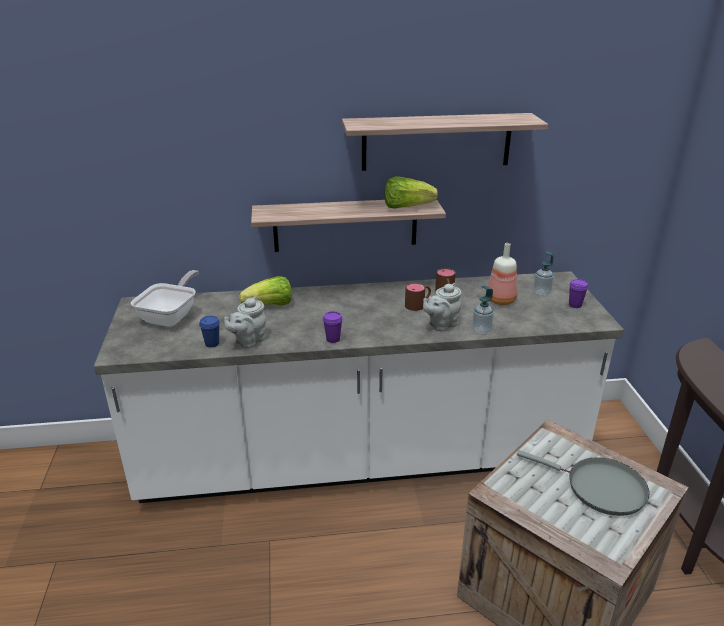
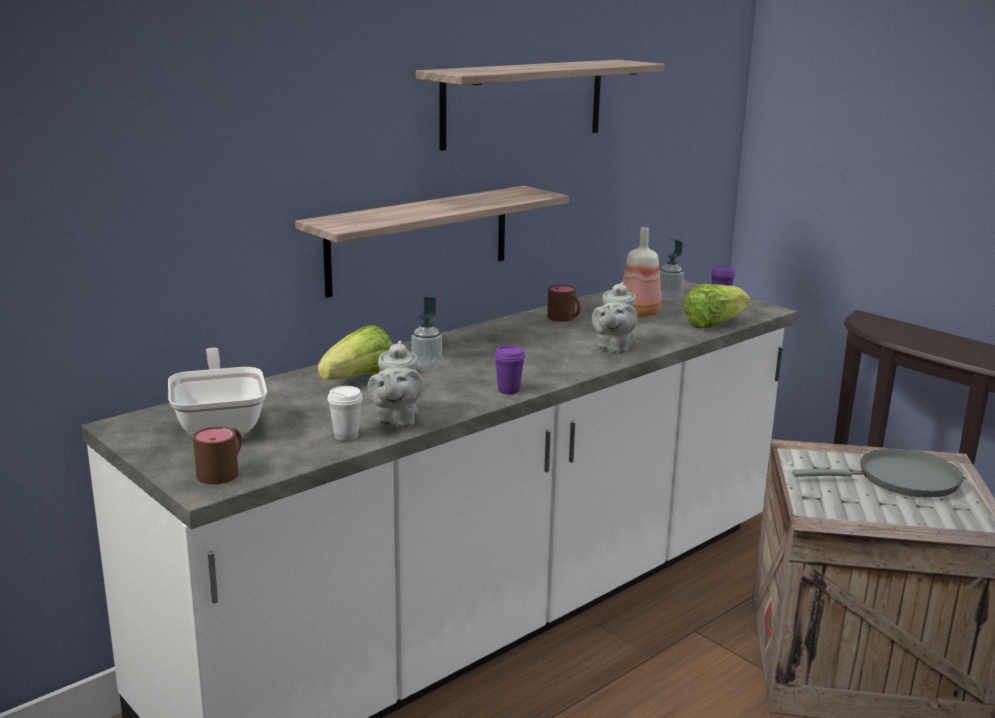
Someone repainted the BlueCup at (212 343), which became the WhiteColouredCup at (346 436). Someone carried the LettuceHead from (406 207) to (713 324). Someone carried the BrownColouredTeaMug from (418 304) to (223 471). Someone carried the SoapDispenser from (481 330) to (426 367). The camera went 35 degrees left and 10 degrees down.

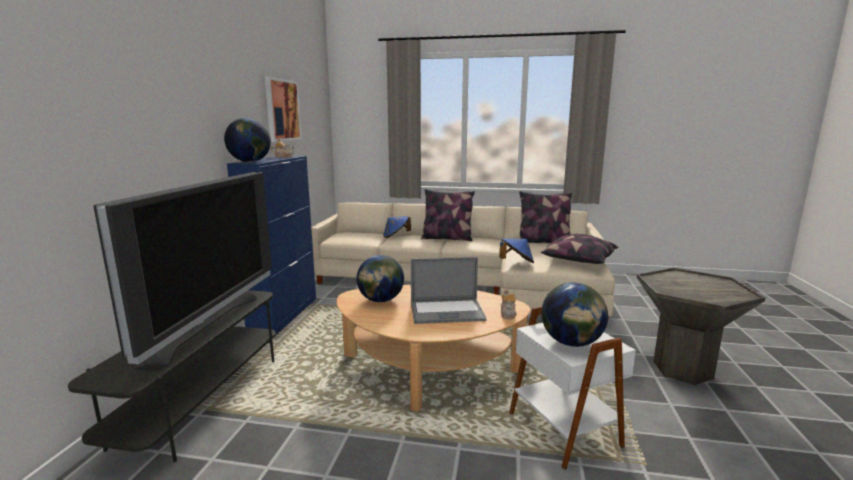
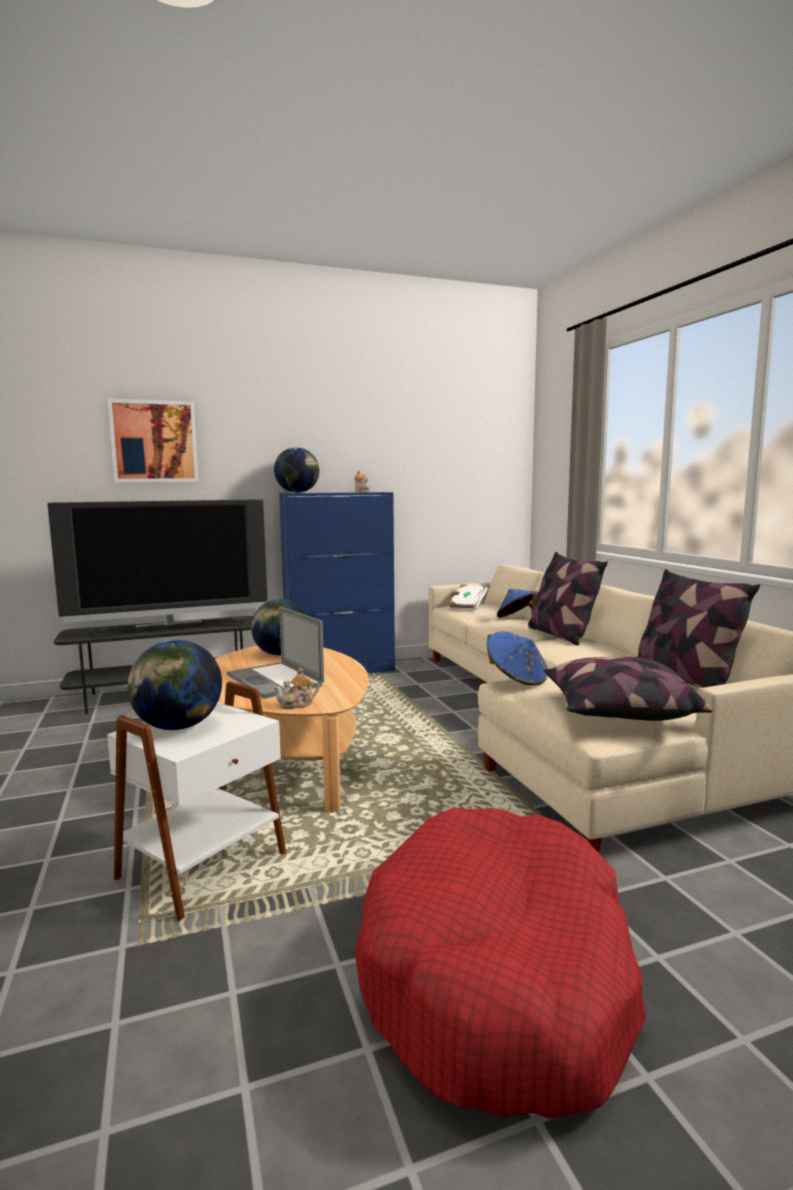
Someone carried the WallPicture from (282 110) to (154 441). Someone swapped the GreyishAccentTable at (682 370) for the RedPetBed at (499 976). Someone put down the WhiteColouredBoundBook at (467 606). The camera went 60 degrees right and 5 degrees down.

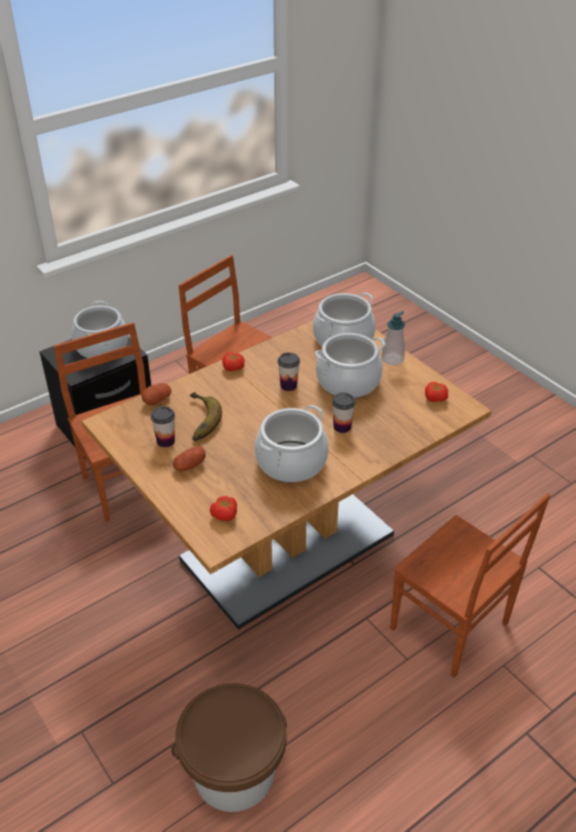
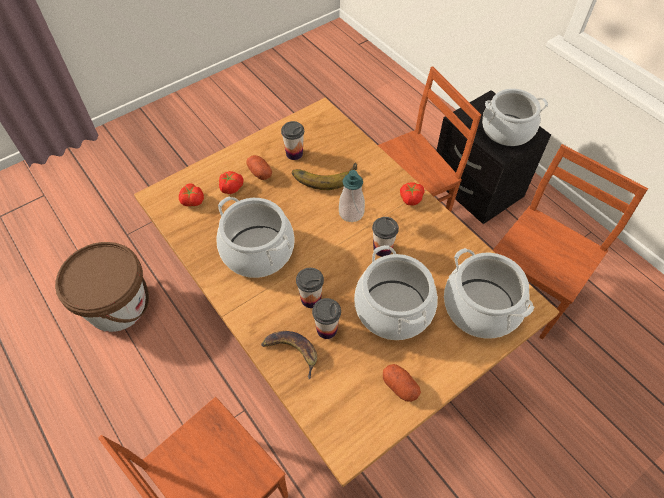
Someone carried the Spud from (157 400) to (400 386). Someone carried the SoapDispenser from (392 359) to (351 213). Someone carried the FreshTomato from (434 398) to (231 187). Someone put down the BananaFruit at (292 352). Someone put down the Cup at (327 329). The camera went 90 degrees right and 15 degrees up.

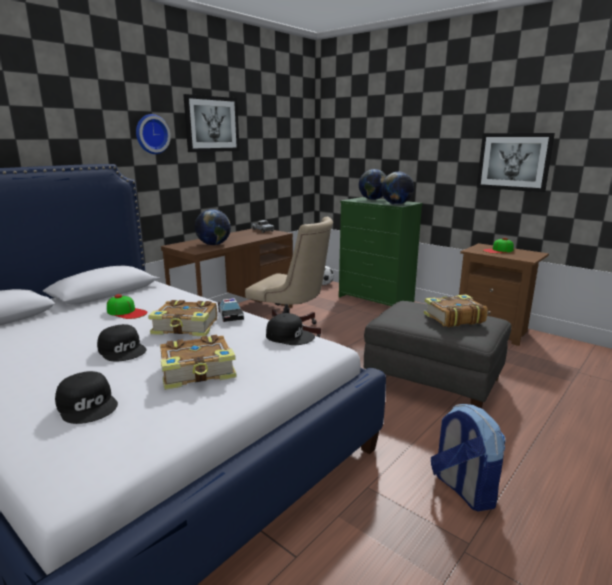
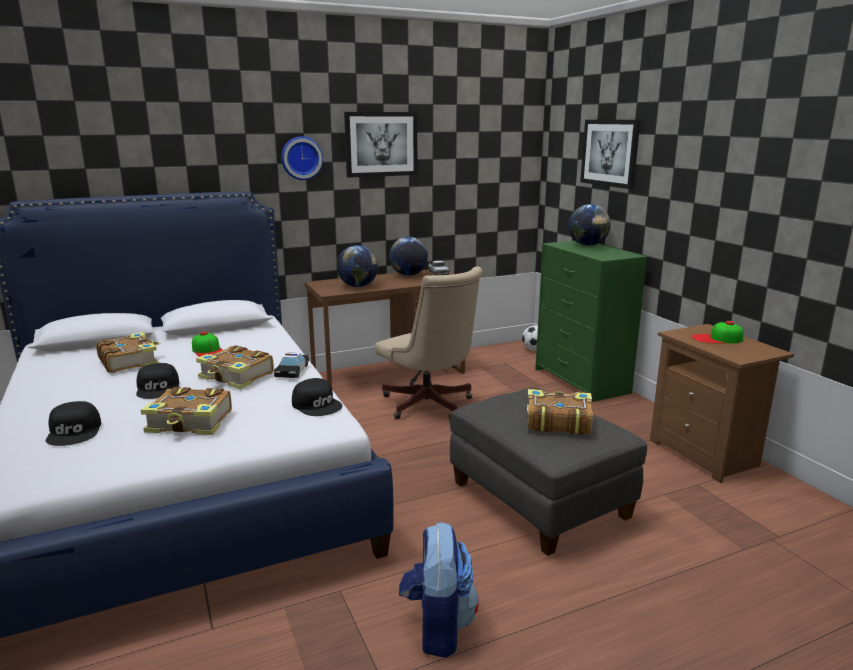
Someone carried the Globe from (396 204) to (408 275). Someone carried the WallPicture from (513 161) to (610 153). Someone put down the BoundBook at (129 361). The camera went 25 degrees right and 0 degrees up.

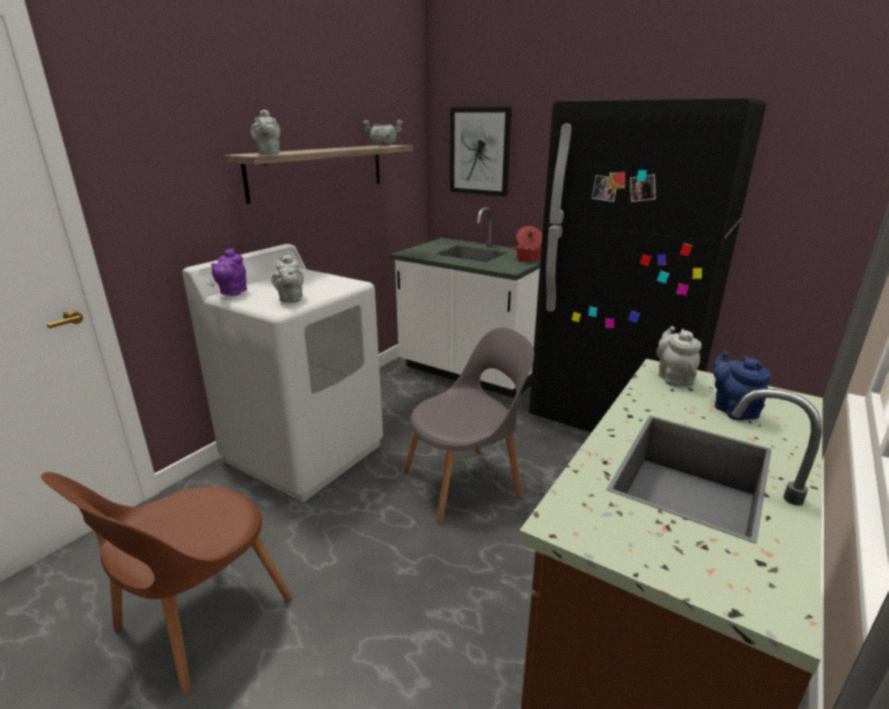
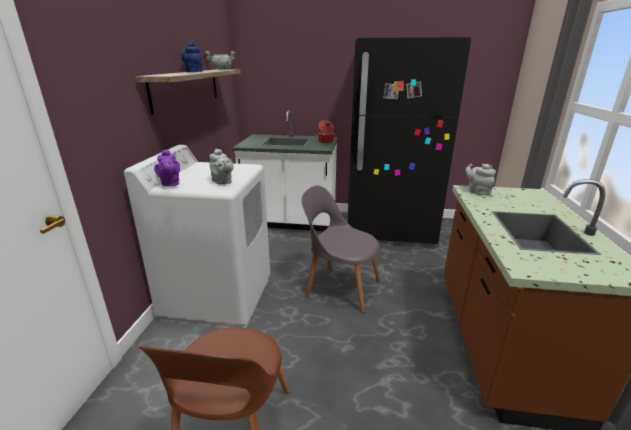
Someone took away the GreyishPotForTea at (268 153). Someone rotated the GreyishChair at (466 482) by 105 degrees counterclockwise. Someone took away the WallPicture at (480 151). Someone carried the BluePotForTea from (732 409) to (193 72). The camera went 25 degrees left and 0 degrees up.

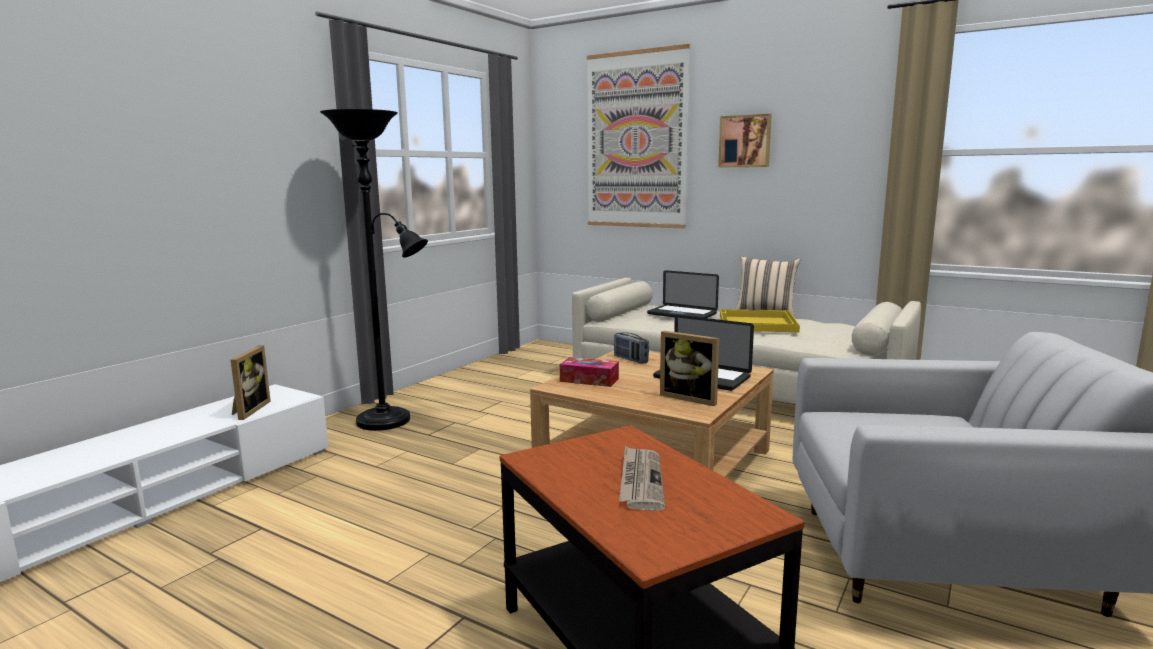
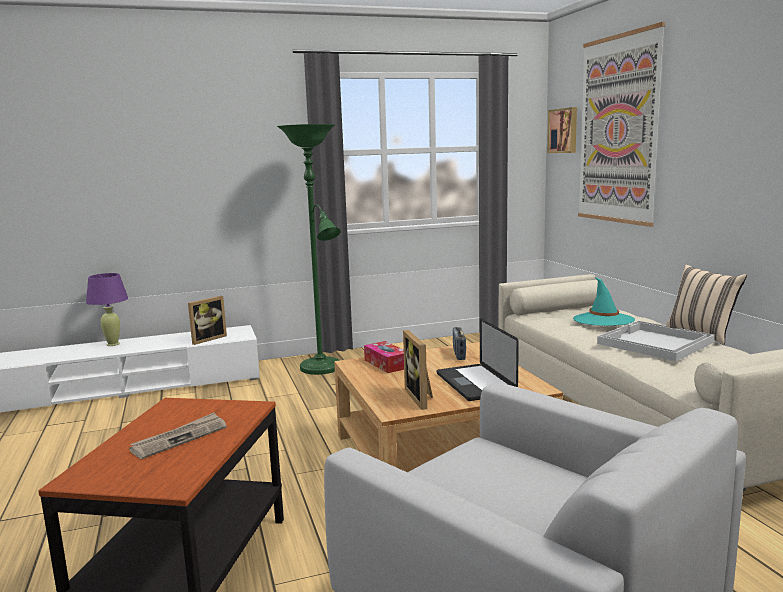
Someone repainted the BlackStandardLamp at (389 421), which became the GreenishStandardLamp at (323 369). Someone swapped the NotebookComputer at (682 314) for the BlueGreenClothingHat at (603 320). Someone carried the WallPicture from (745 141) to (563 130). Someone repainted the YellowTray at (756 323), which became the WhiteColouredTray at (653 343). Someone put down the PurpleTabletopLamp at (113 344). The camera went 40 degrees right and 0 degrees up.

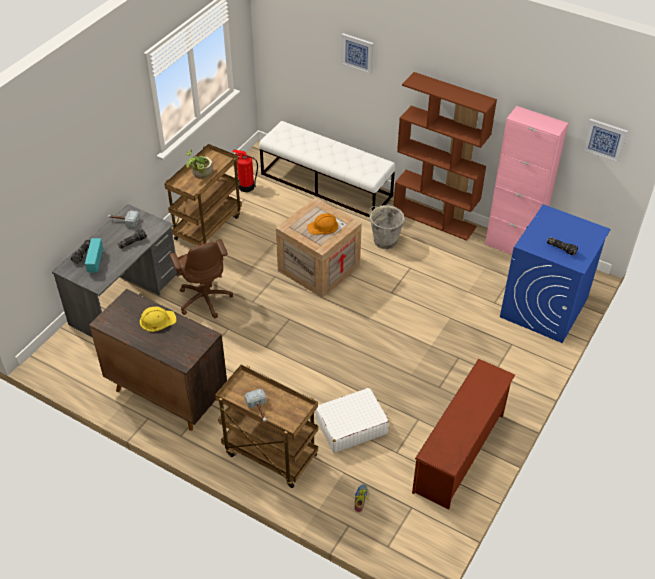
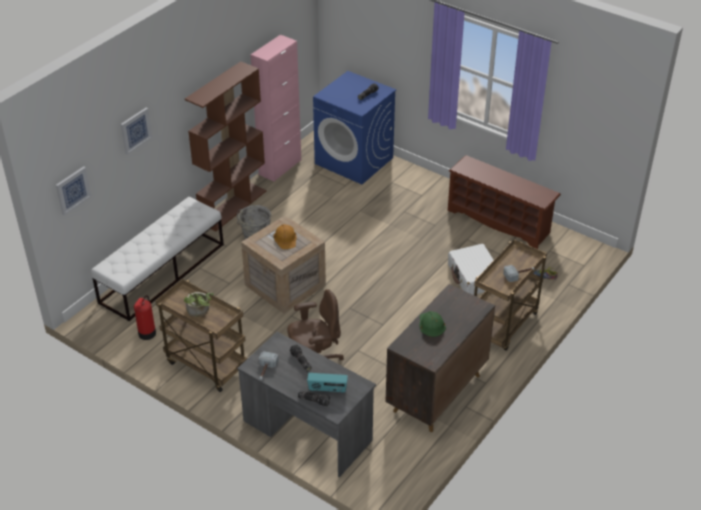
Someone repainted the YellowWorkHelmet at (157 320), which became the GreenishWorkHelmet at (431 324). Someone carried the WallPicture from (604 140) to (72 190). The camera went 85 degrees left and 5 degrees down.

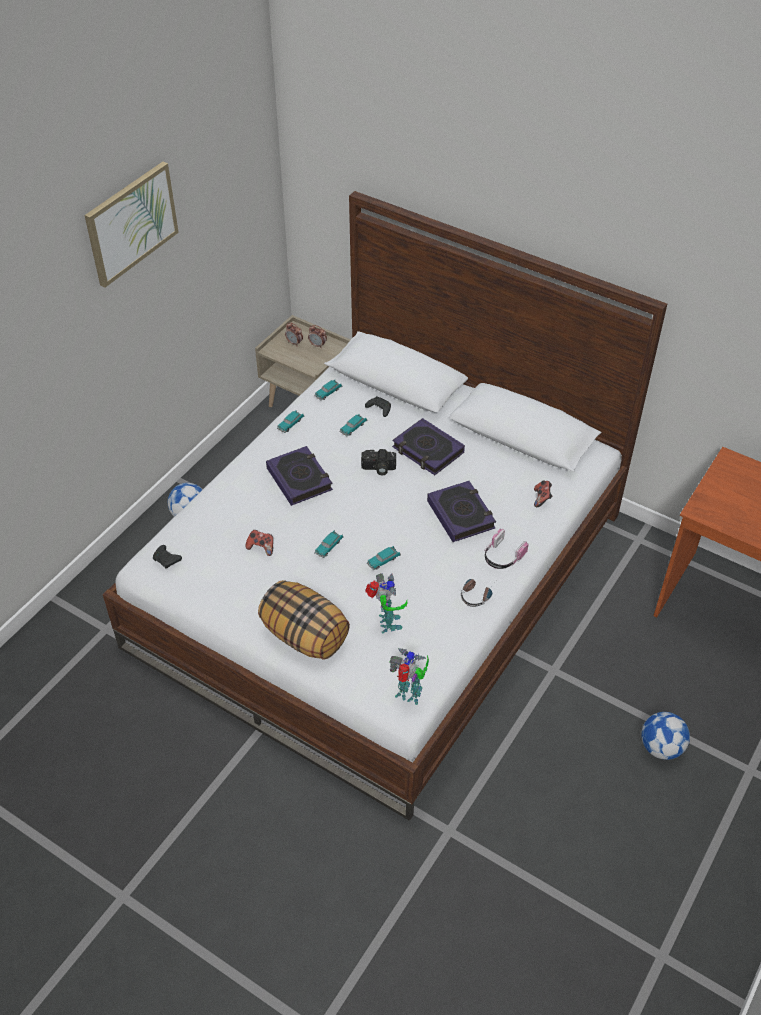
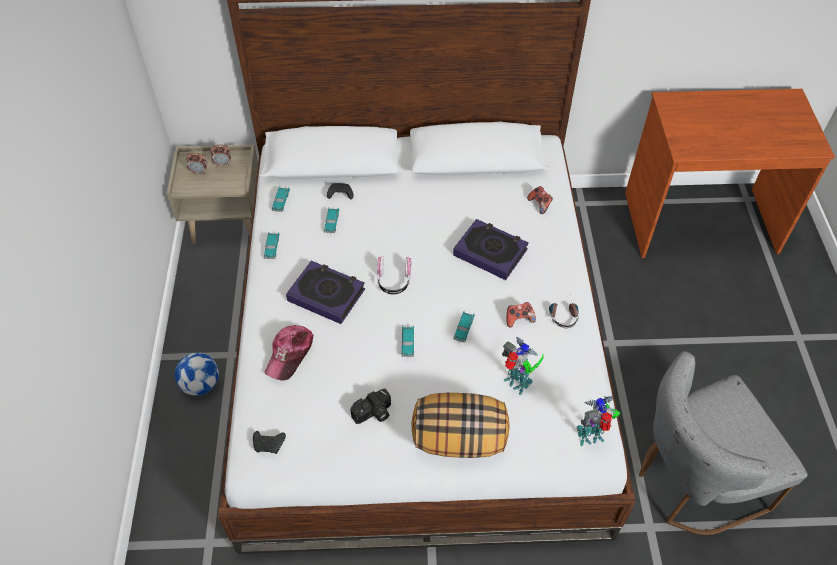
Someone took away the WallPicture at (131 223). Someone carried the Joypad from (261 547) to (519 319). Someone carried the StillCamera from (378 469) to (373 414). Someone took away the BoundBook at (427 450). Someone carried the PairOfHeadphones from (502 557) to (394 281). Someone took away the Football at (661 747). Someone put down the PeakedCap at (290 354). Someone put down the GreyishChair at (691 483). The camera went 35 degrees left and 5 degrees up.

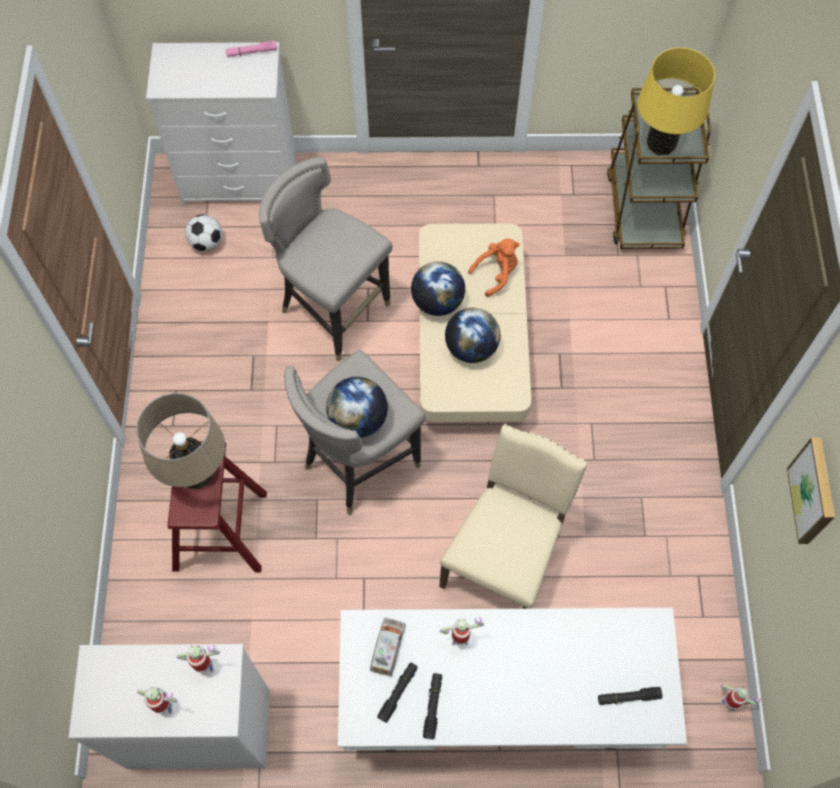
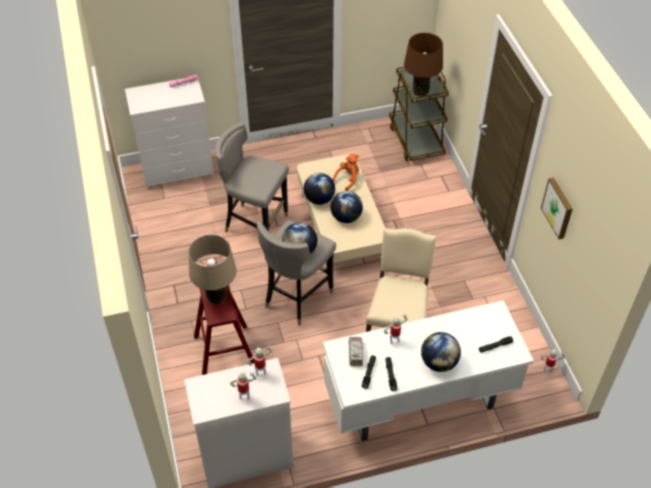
Someone took away the Football at (206 242). Someone repainted the YellowTabletopLamp at (660 144), which became the BrownColouredTabletopLamp at (420 91). Someone put down the Globe at (439 362). The camera went 15 degrees left and 15 degrees down.

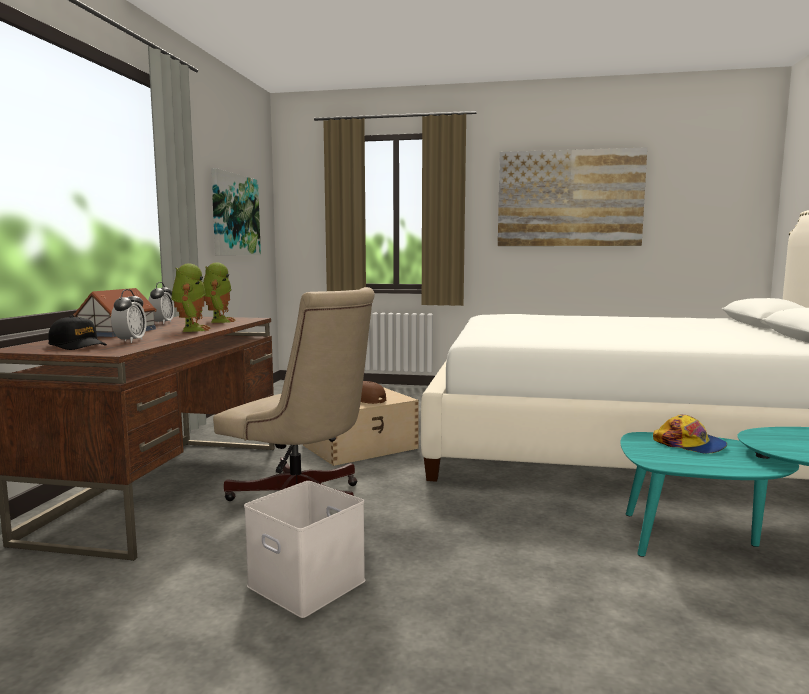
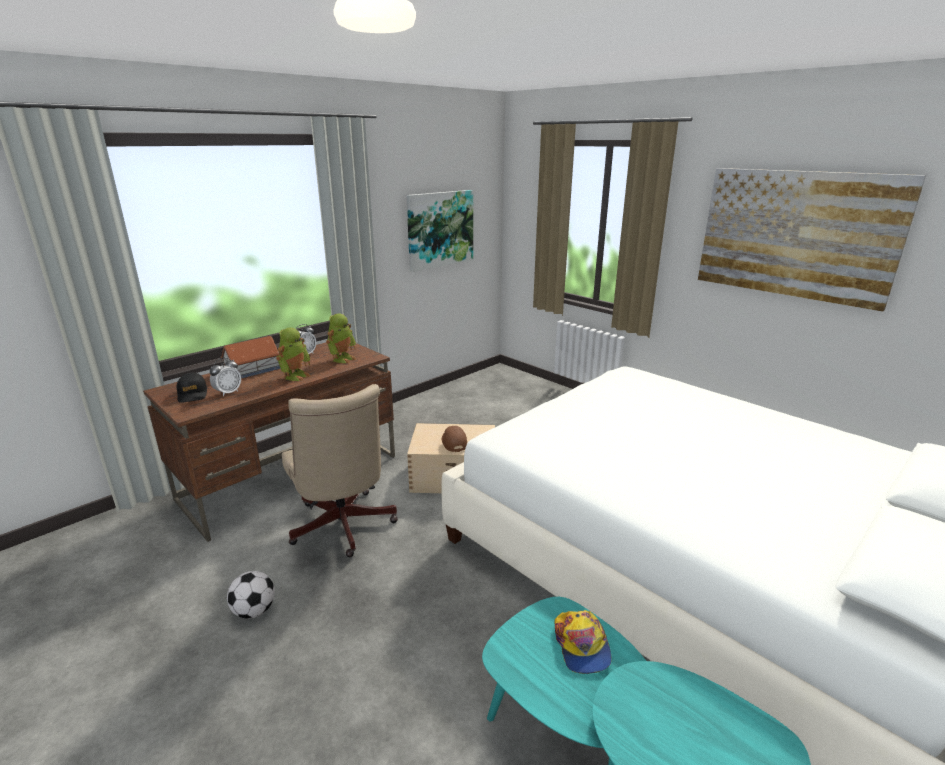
Someone swapped the WhiteColouredStorageBox at (303 583) for the Football at (254 611). The camera went 35 degrees right and 15 degrees up.

